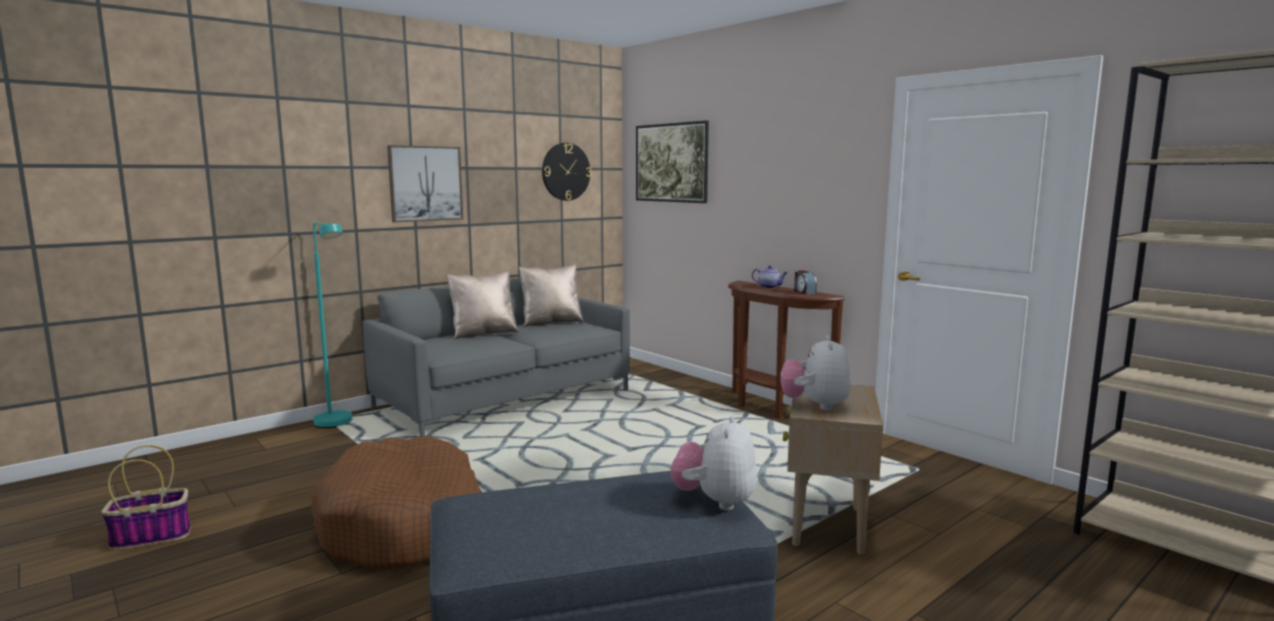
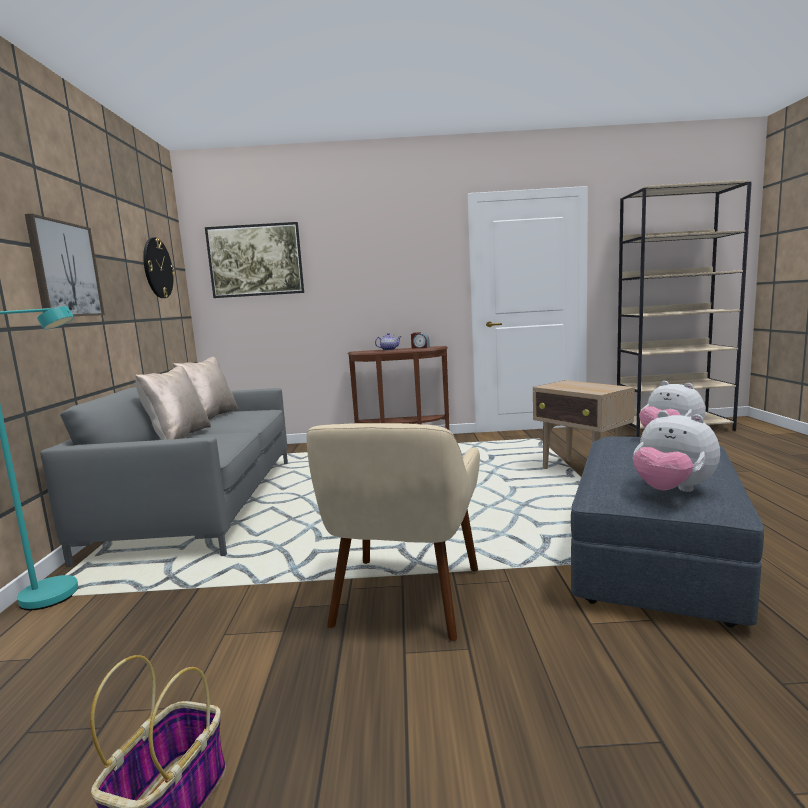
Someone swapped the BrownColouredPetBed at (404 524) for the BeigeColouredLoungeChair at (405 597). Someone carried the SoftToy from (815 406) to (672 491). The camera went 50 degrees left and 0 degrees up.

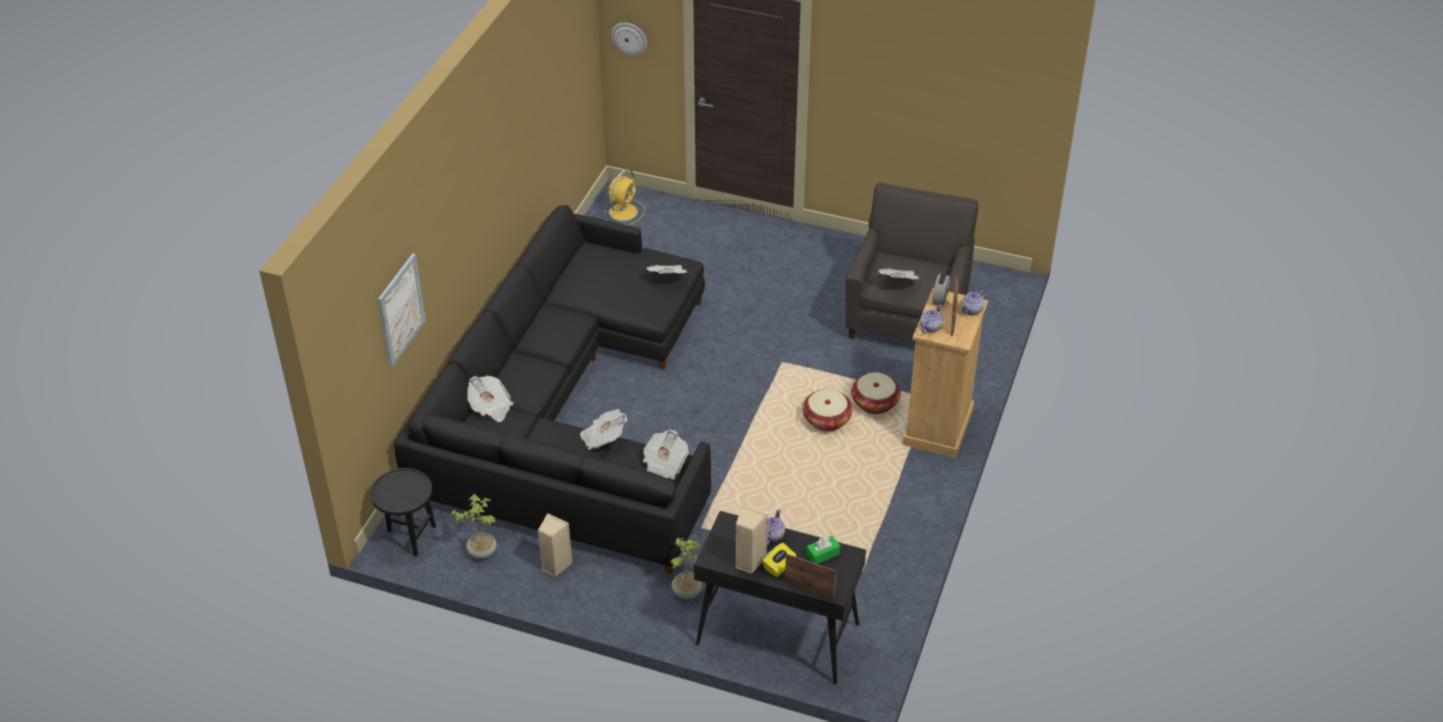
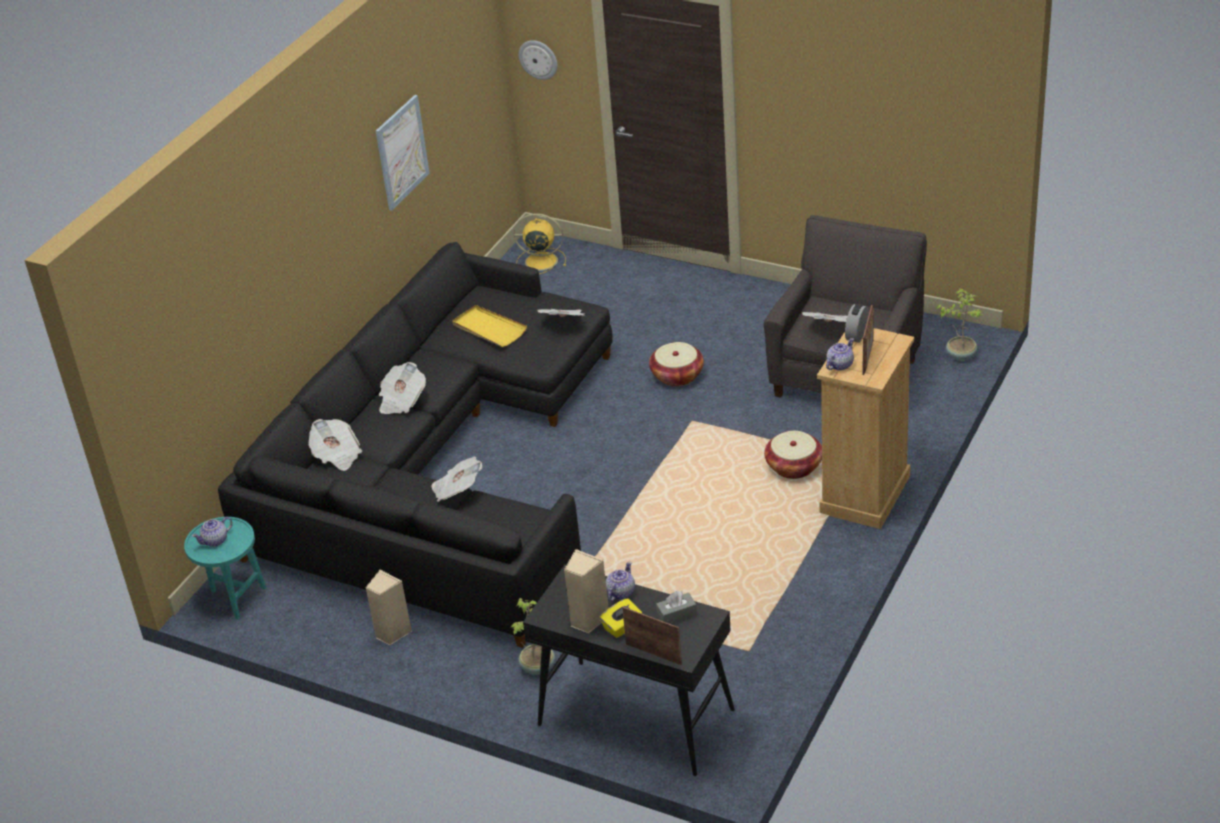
Someone repainted the BlackAccentTable at (409 536), which became the BlueGreenAccentTable at (234 598). Someone carried the WallPicture from (401 309) to (401 152). Someone carried the Houseplant from (482 551) to (961 355). Someone rotated the YellowElectricFan at (624 211) by 120 degrees counterclockwise. Someone carried the DailyPaper from (663 465) to (401 400). Someone carried the HouseholdBasket from (826 420) to (677 375). Someone repainted the GreenishTissueBox at (822 554), which became the GreyishTissueBox at (676 615). Someone carried the PotForTea from (972 310) to (215 540). Someone put down the YellowTray at (489 329). The camera went 10 degrees right and 5 degrees down.

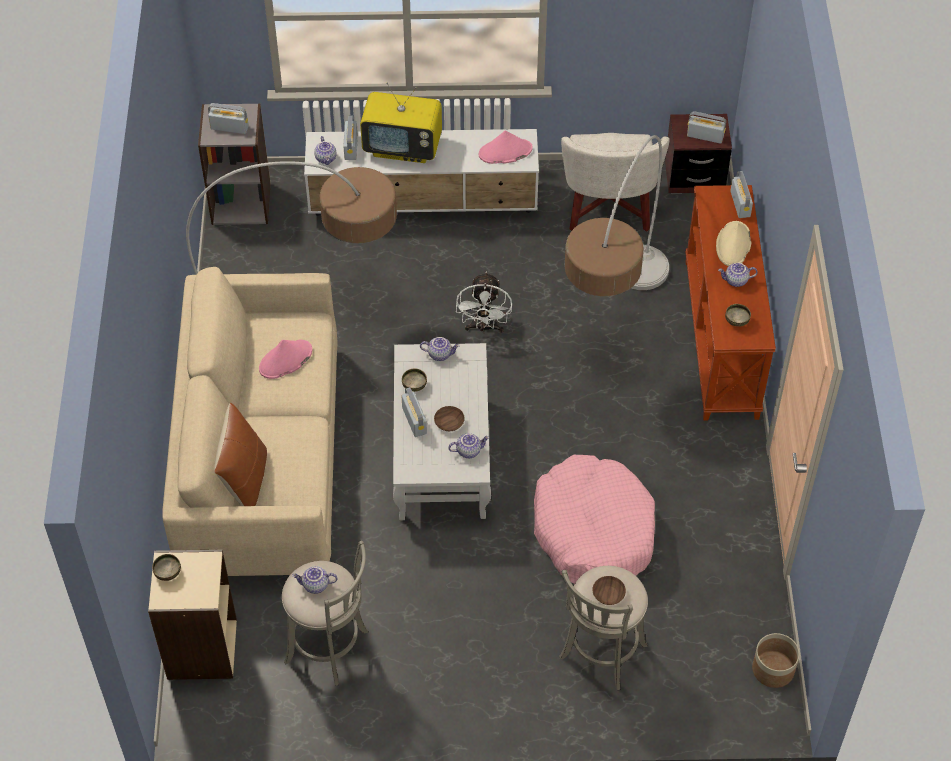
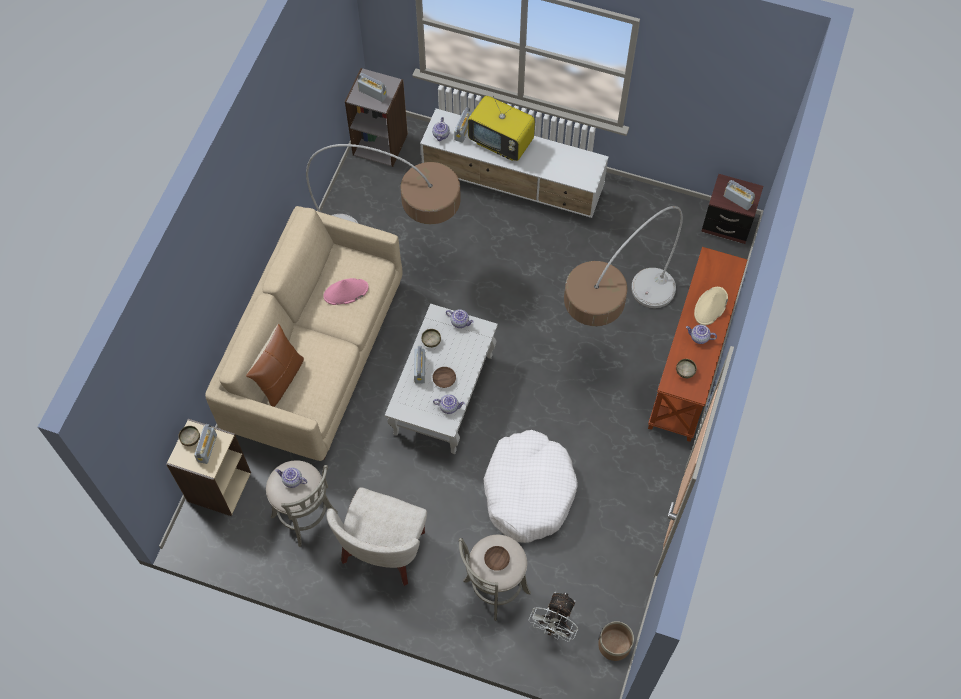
Someone carried the WhiteColouredElectricFan from (484 327) to (554 626). Someone took away the PinkColouredClothingHat at (505 152). Someone repainted the PinkColouredPetBed at (593 532), which became the WhiteColouredPetBed at (528 491). Someone carried the WhiteColouredLoungeChair from (608 207) to (384 548). Someone carried the Radio from (740 204) to (207 448). The camera went 20 degrees right and 10 degrees up.

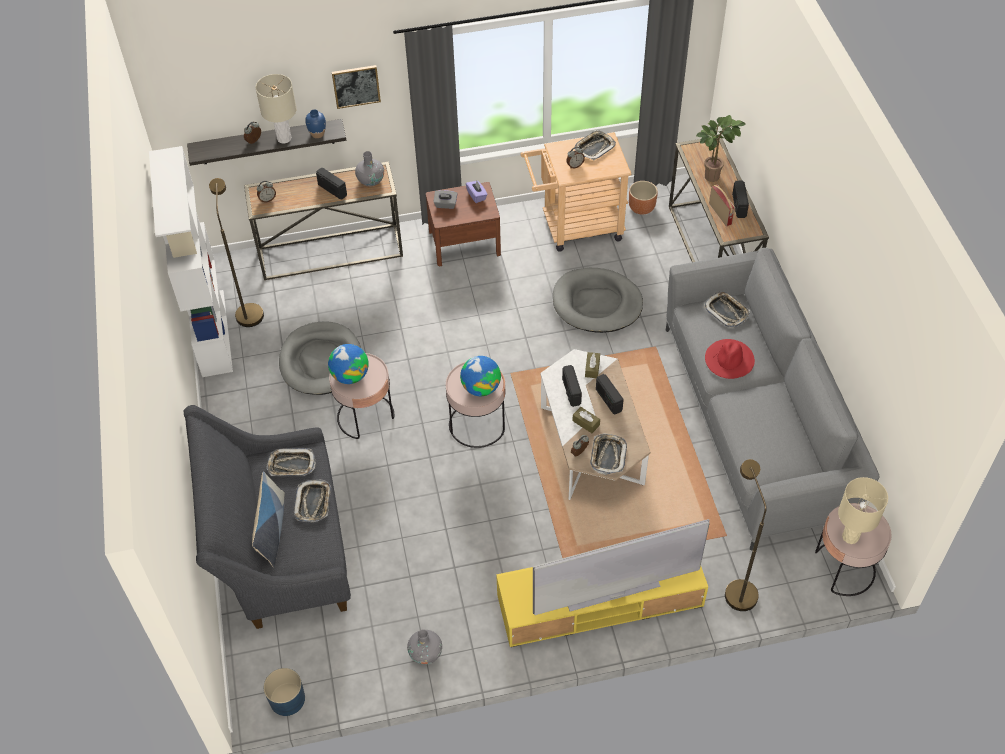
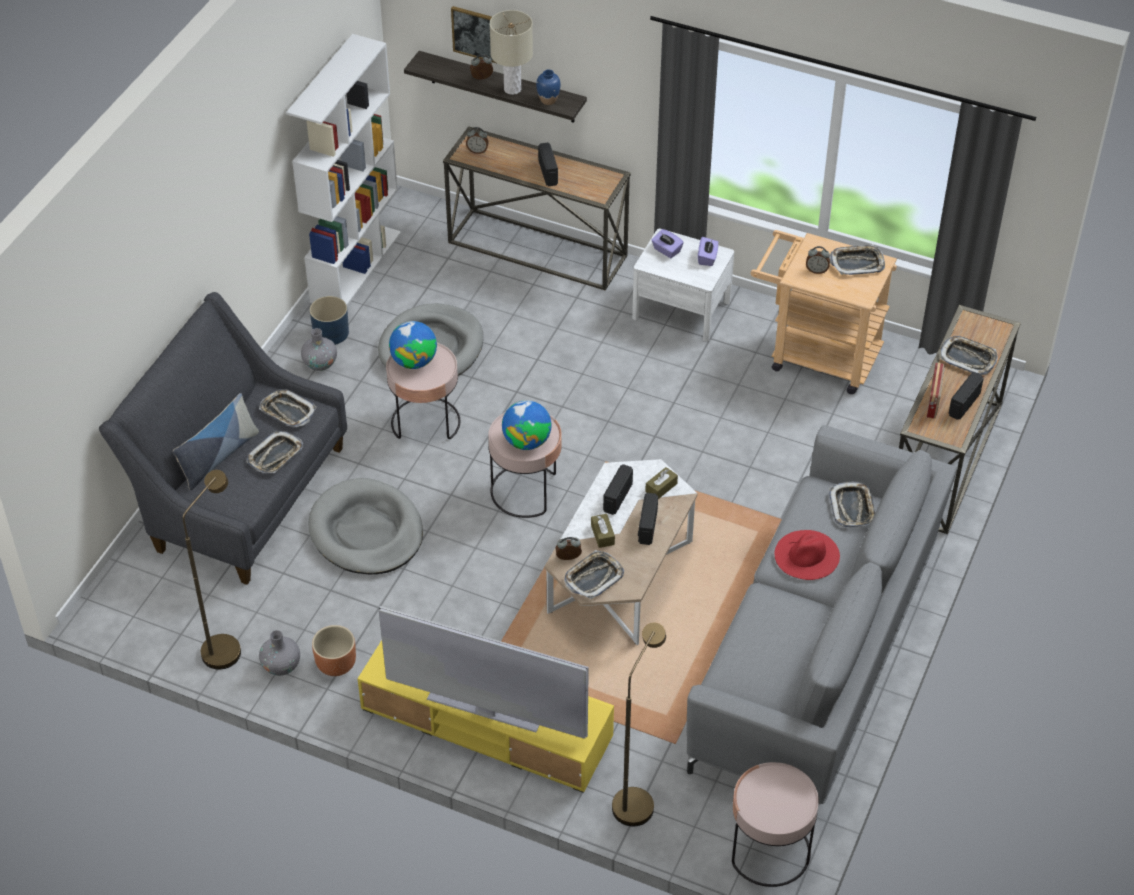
Someone carried the BrownColouredStandardLamp from (248 310) to (226 644). Someone carried the BlueFlowerPot from (287 699) to (331 333). Someone carried the WallPicture from (356 86) to (477 34). Someone carried the GreyishDecorativeVase from (371 180) to (320 363). Someone repainted the BrownColouredNightTable at (464 243), which became the WhiteColouredNightTable at (681 310). Someone repainted the GreyishTissueBox at (445 205), which became the PurpleTissueBox at (666 250). Someone carried the GreyishPetBed from (597 303) to (366 531). Someone carried the BrownColouredFlowerPot from (641 208) to (335 664). Someone swapped the Houseplant at (713 175) for the Tray at (968 358). Someone took away the BeigeColouredTabletopLamp at (850 537). The camera went 35 degrees right and 5 degrees down.

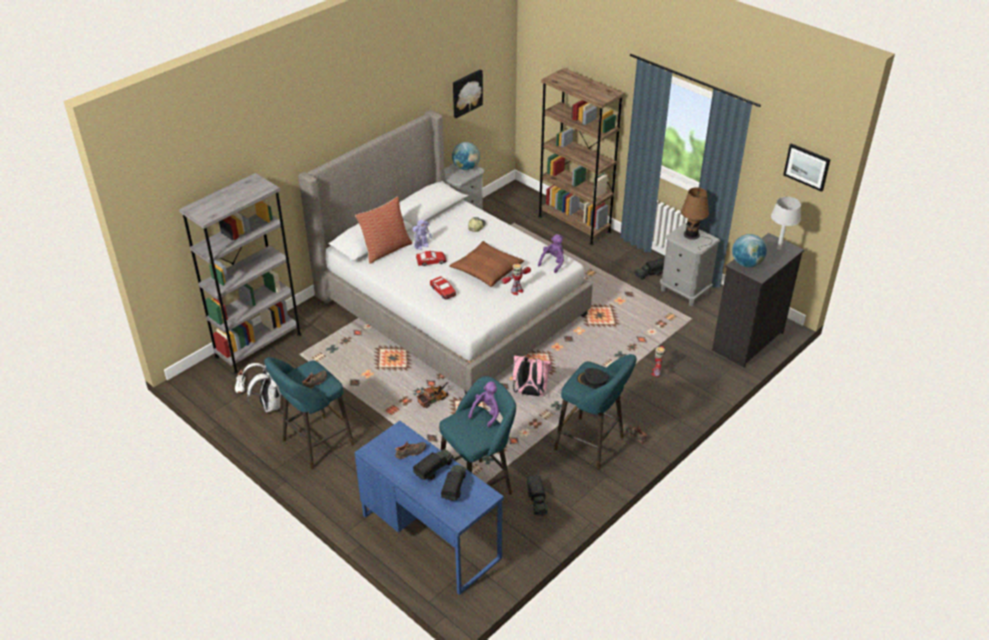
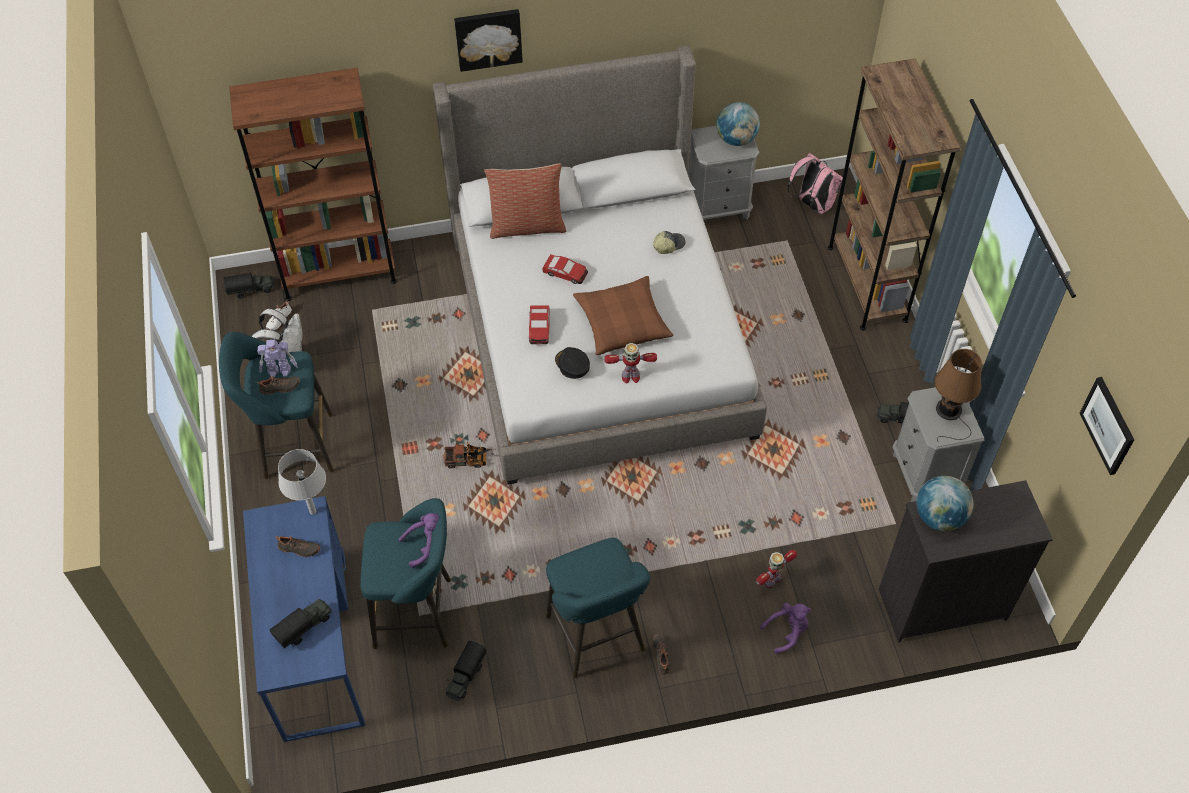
Someone repainted the GreyishBookcase at (258 345), which became the BrownColouredBookcase at (339 273). Someone carried the ToyRobot from (422 246) to (280 371). Someone carried the ModelTruck from (434 469) to (251 290). Someone carried the WallPicture from (466 93) to (488 38). Someone carried the PinkColouredBackpack from (530 393) to (812 204). Someone carried the PurpleSoftToy from (553 262) to (787 631). Someone carried the BlackPeakedCap from (592 380) to (572 364). Someone carried the GreyishTabletopLamp from (779 248) to (313 511). The camera went 35 degrees right and 15 degrees up.

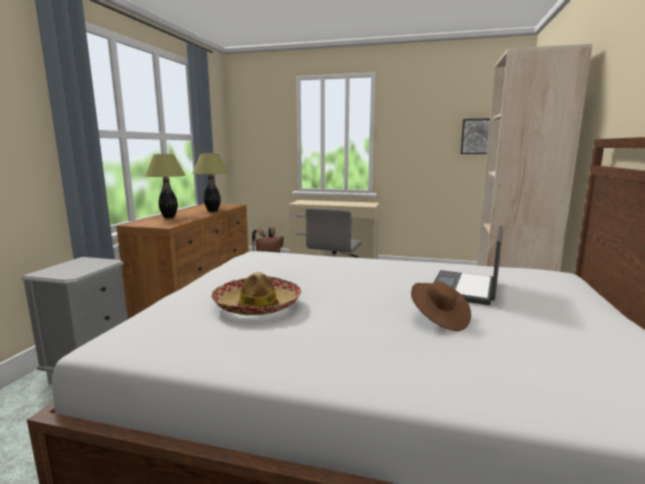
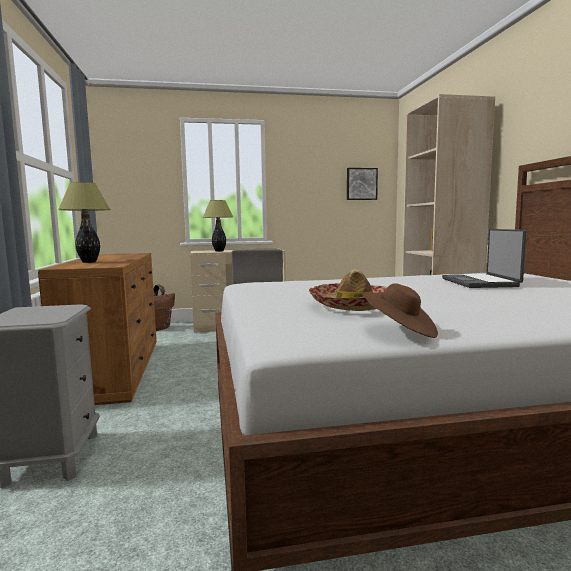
Someone carried the TabletopLamp from (213 211) to (219 251). Someone carried the BrownColouredClothingHat from (438 319) to (399 331). The camera went 25 degrees left and 5 degrees down.

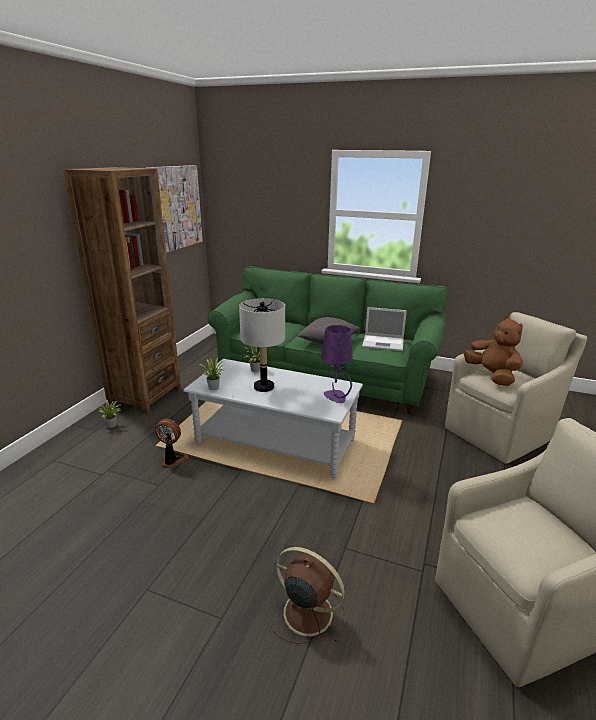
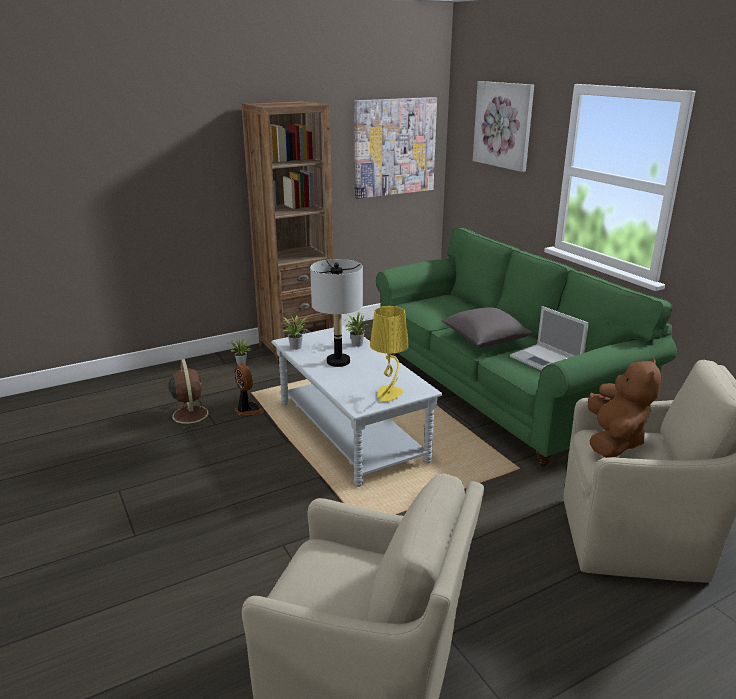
Someone carried the BrownColouredElectricFan from (305 612) to (190 414). Someone repainted the PurpleTabletopLamp at (336 397), which became the YellowTabletopLamp at (389 395). Someone put up the WallPicture at (503 125). The camera went 40 degrees right and 0 degrees up.

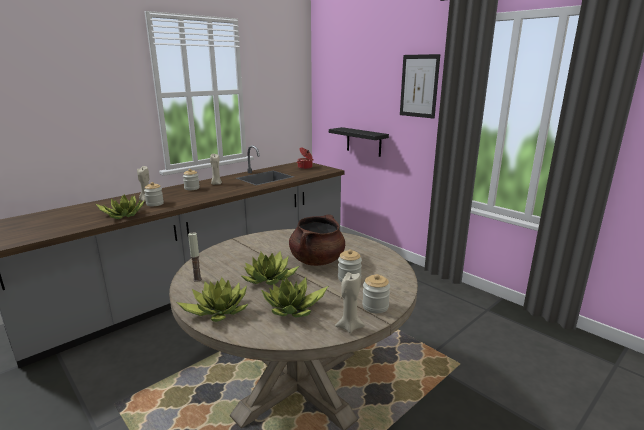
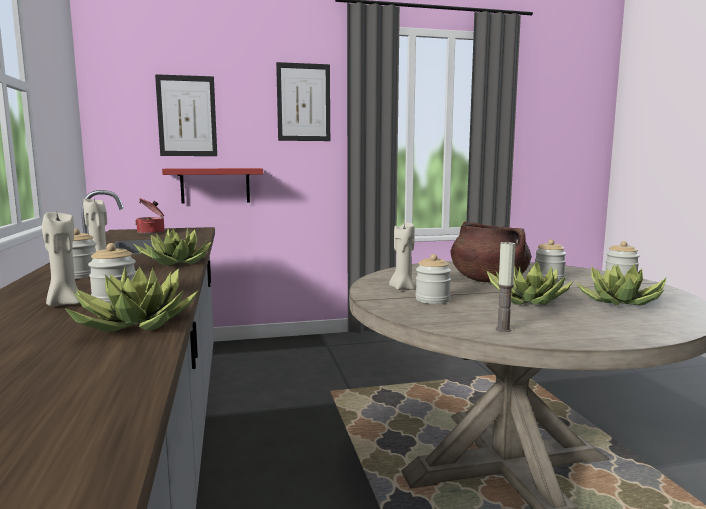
Someone carried the Houseplant from (217 310) to (175 262). Someone repainted the BlackWallShelf at (363 142), which became the RedWallShelf at (215 185). Someone carried the BeigeColouredCandle from (349 327) to (402 288). Someone put up the WallPicture at (187 116). Someone put down the StorageJar at (432 300). The camera went 60 degrees left and 10 degrees down.

